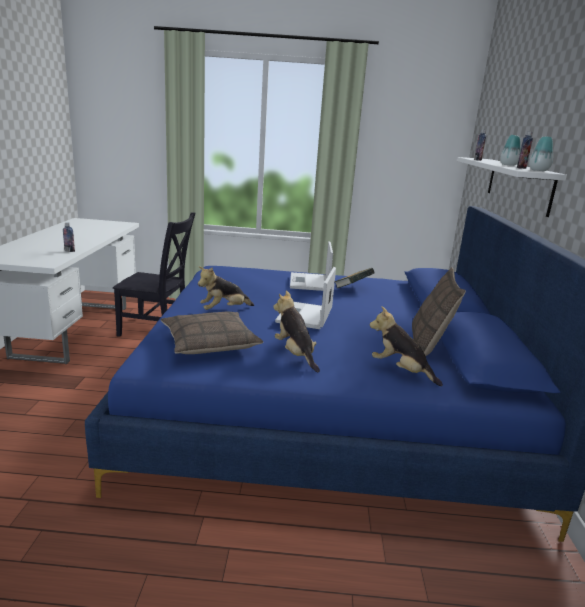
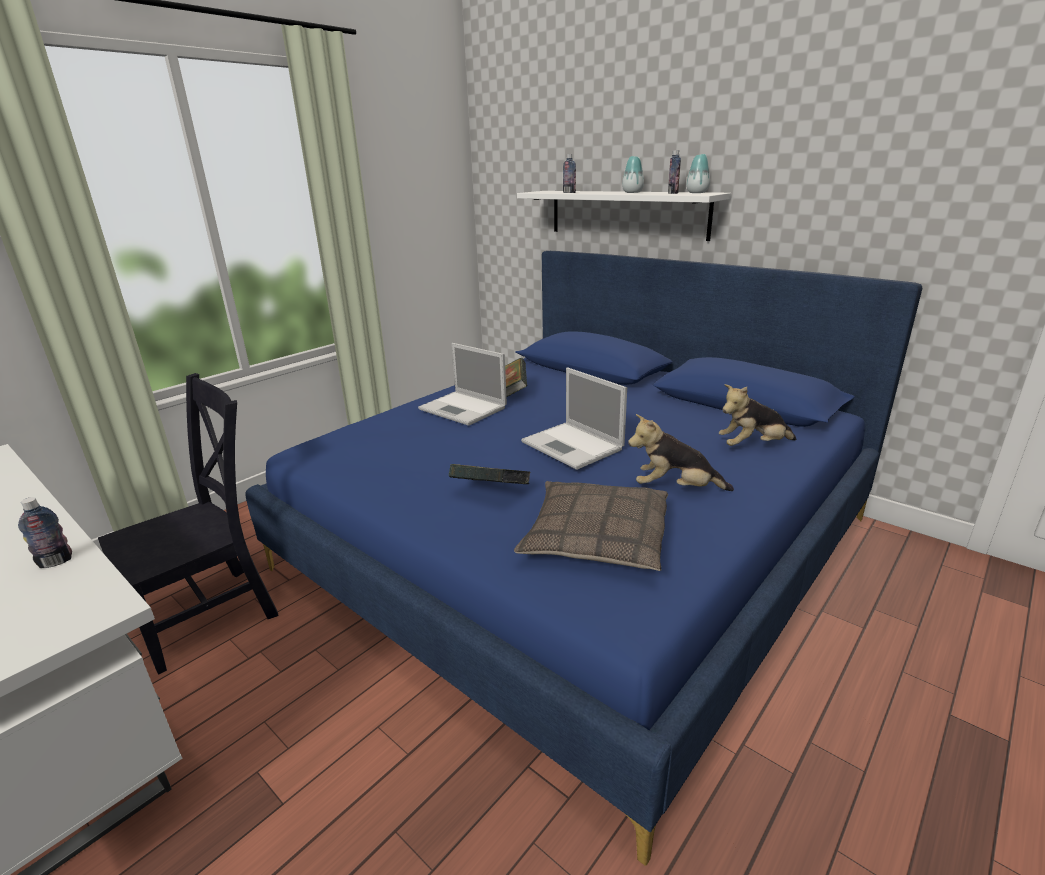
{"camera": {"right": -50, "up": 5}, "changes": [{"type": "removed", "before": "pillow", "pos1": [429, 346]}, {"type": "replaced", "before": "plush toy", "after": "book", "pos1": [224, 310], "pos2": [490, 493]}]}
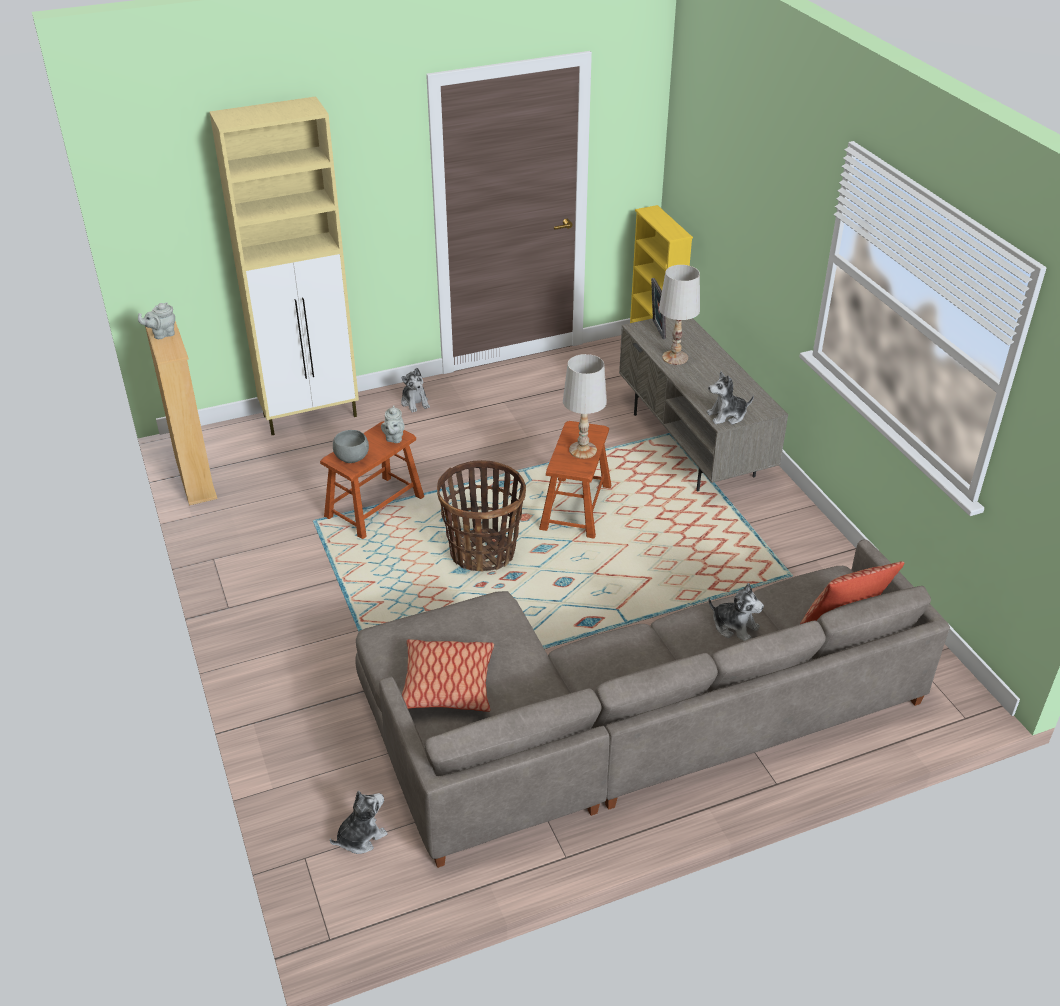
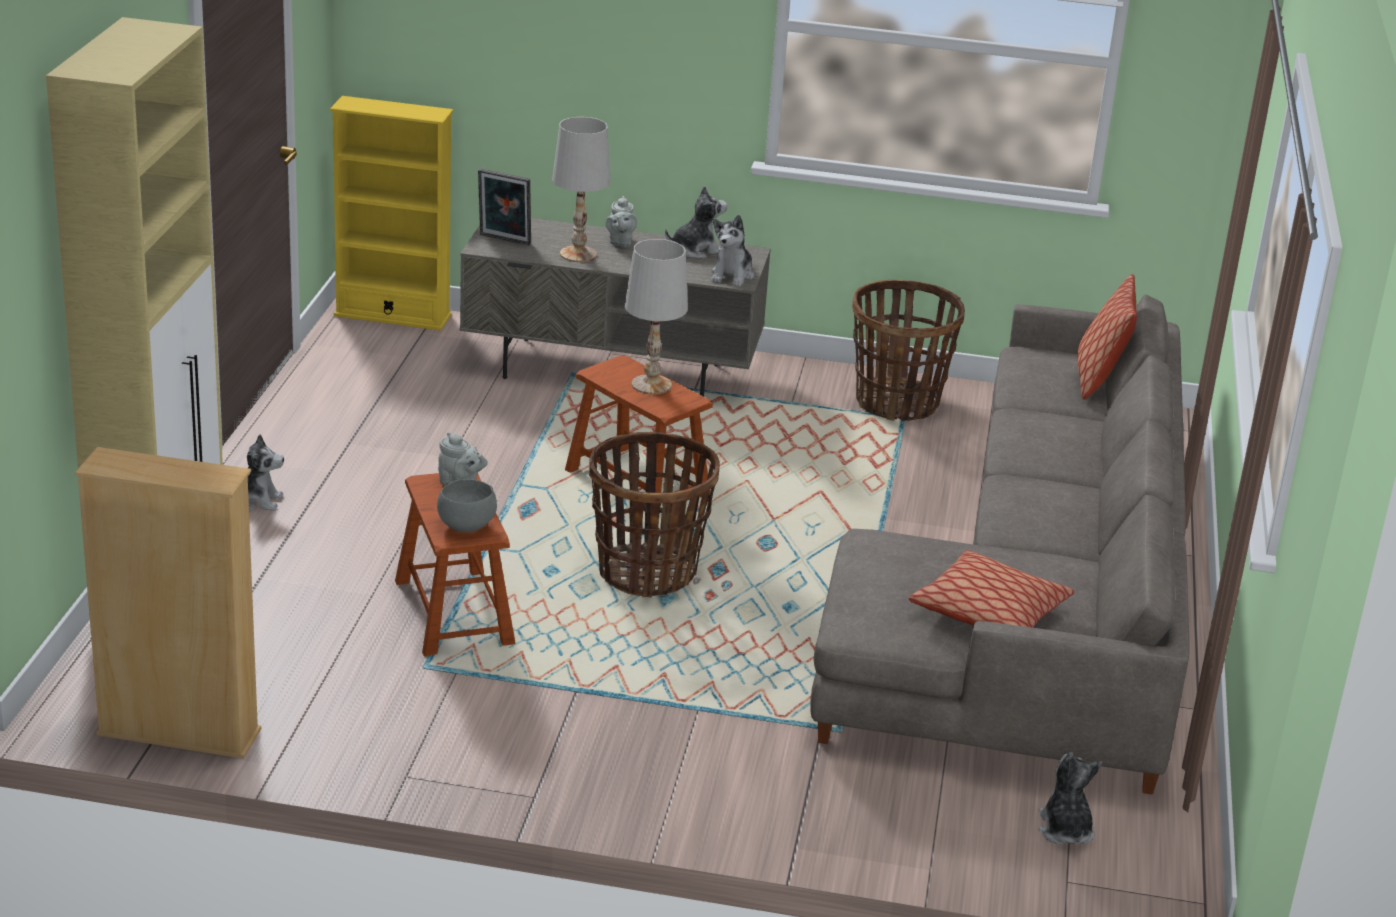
{"camera": {"right": -60, "up": -10}, "changes": [{"type": "added", "after": "basket", "pos2": [897, 403]}, {"type": "moved", "before": "teapot in grey", "pos1": [162, 334], "pos2": [620, 242]}, {"type": "moved", "before": "plush toy", "pos1": [734, 627], "pos2": [695, 250]}]}
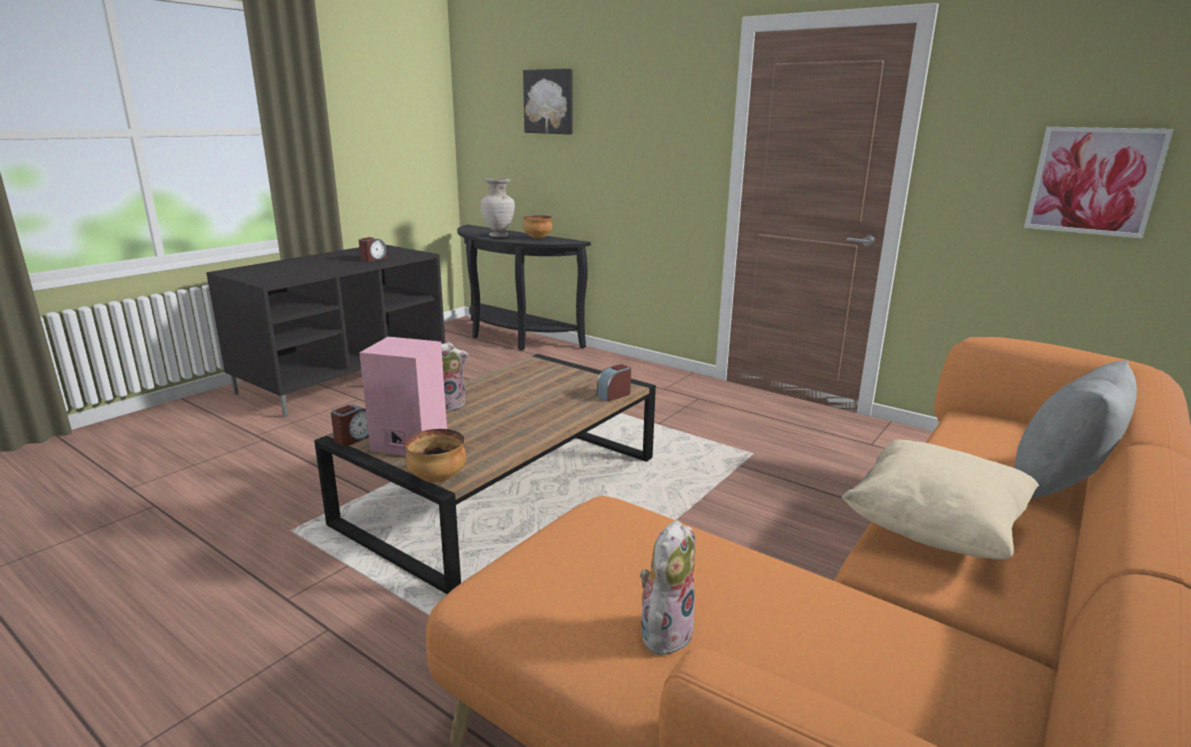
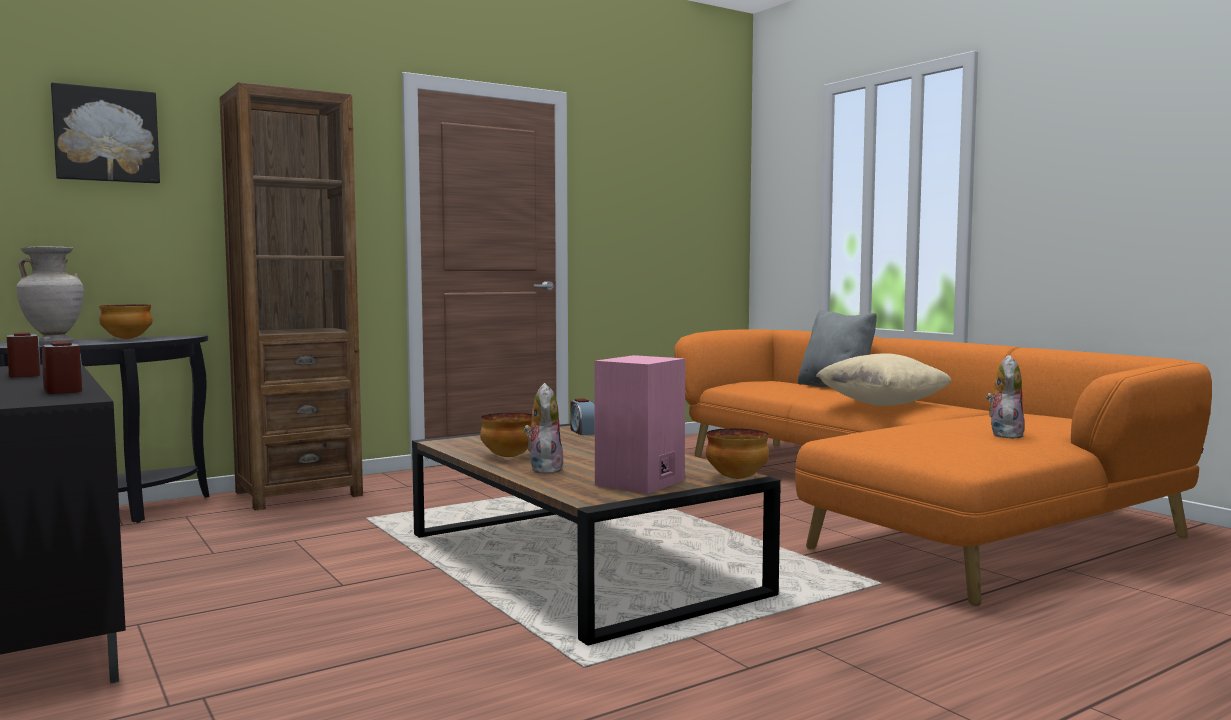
{"camera": {"right": -70, "up": -15}, "changes": [{"type": "removed", "before": "picture", "pos1": [1094, 181]}, {"type": "added", "after": "bookcase in brown", "pos2": [298, 493]}, {"type": "added", "after": "bowl", "pos2": [508, 457]}, {"type": "moved", "before": "alarm clock", "pos1": [354, 437], "pos2": [63, 390]}, {"type": "turned", "before": "plush toy", "pos1": [664, 630], "pos2": [1004, 435], "turn": 60}]}
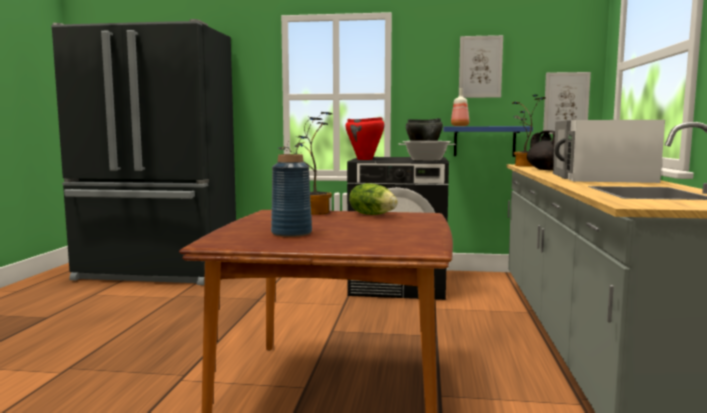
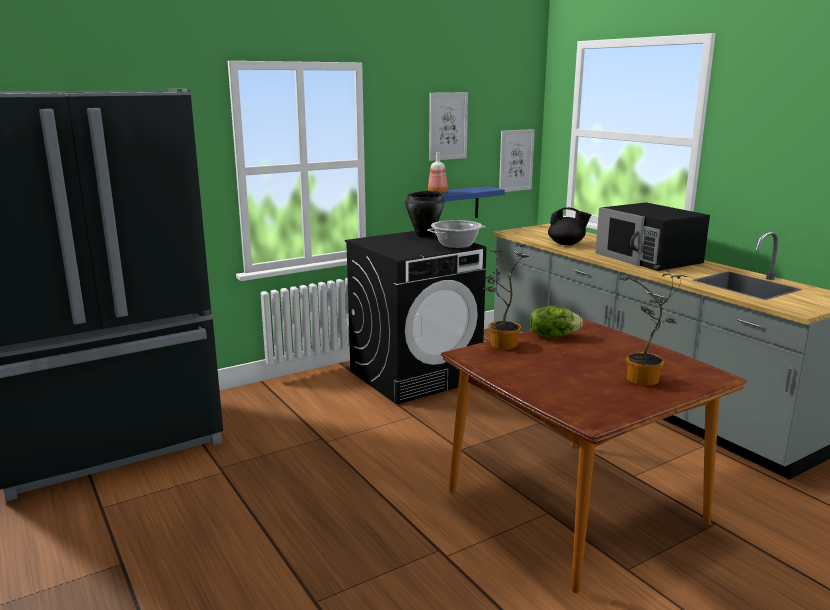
{"camera": {"right": -40, "up": 10}, "changes": [{"type": "removed", "before": "vase in blue", "pos1": [292, 233]}, {"type": "removed", "before": "cooking pot in red", "pos1": [365, 159]}, {"type": "moved", "before": "potted plant", "pos1": [523, 166], "pos2": [644, 381]}, {"type": "recoloured", "before": "microwave in white", "after": "microwave in black", "pos1": [601, 177], "pos2": [648, 258]}]}
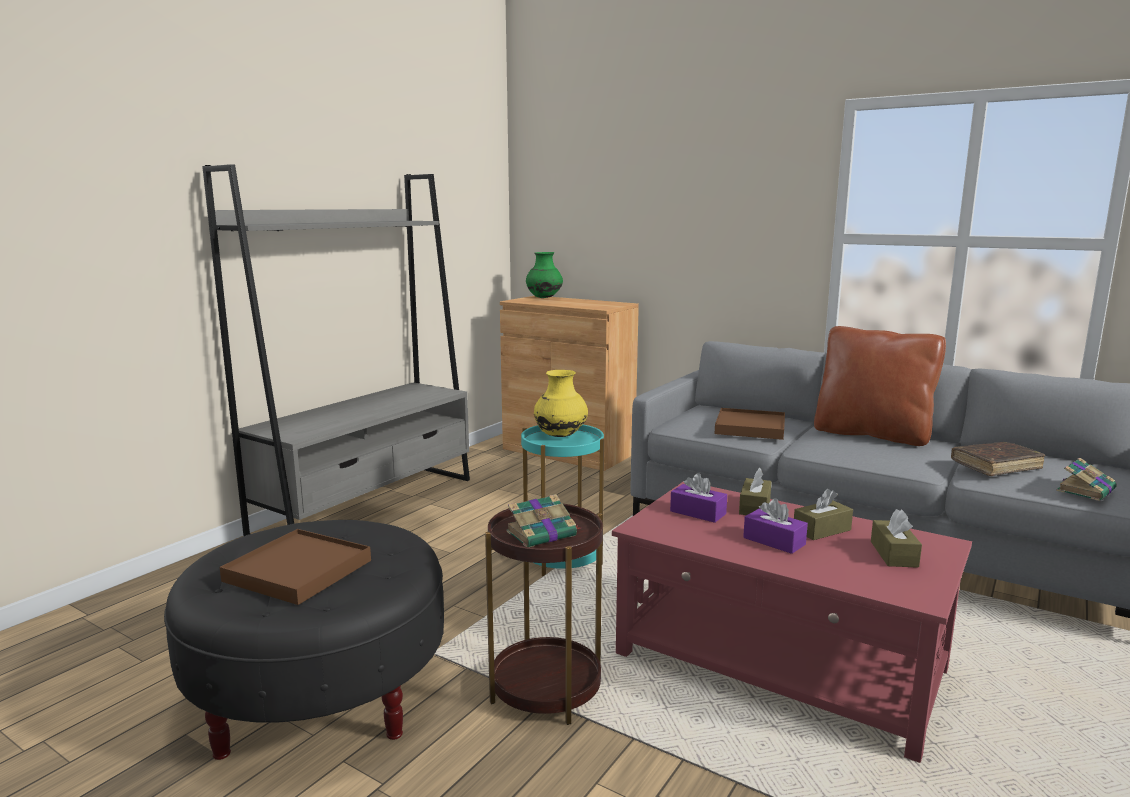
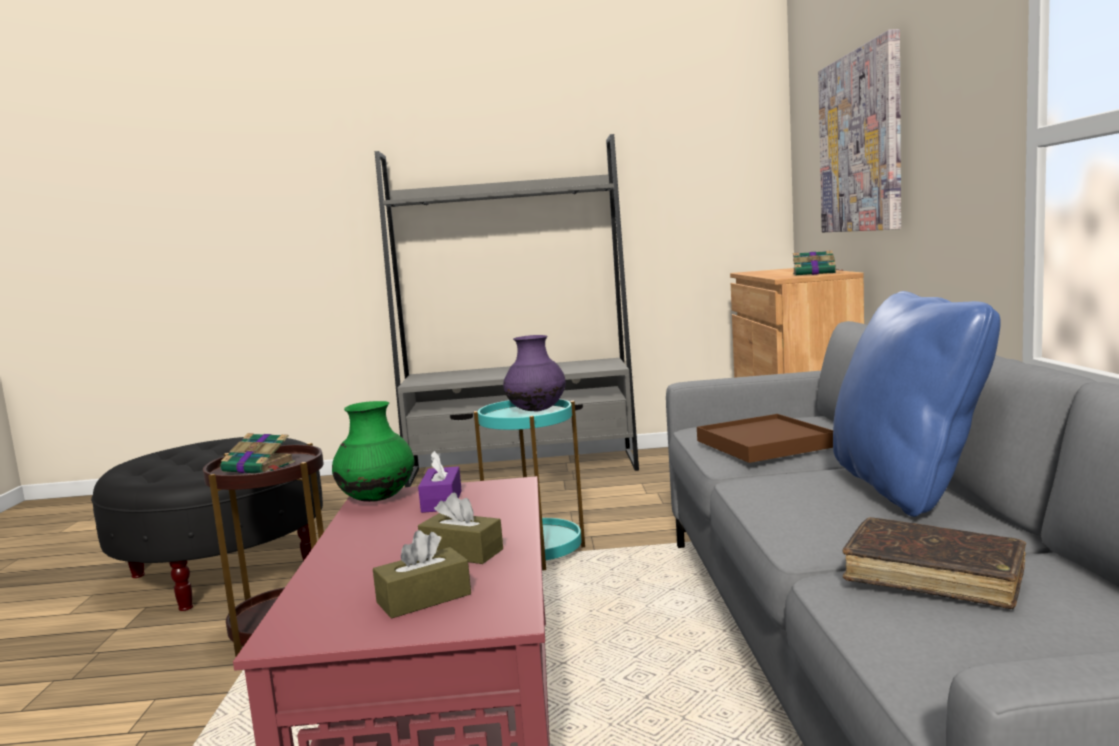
{"camera": {"right": 55, "up": -5}, "changes": [{"type": "removed", "before": "tray in brown", "pos1": [298, 571]}, {"type": "removed", "before": "tissue box in brown", "pos1": [754, 507]}, {"type": "removed", "before": "tissue box in purple", "pos1": [774, 541]}, {"type": "added", "after": "picture", "pos2": [861, 142]}, {"type": "moved", "before": "vase in green", "pos1": [544, 298], "pos2": [377, 499]}, {"type": "moved", "before": "book", "pos1": [1086, 490], "pos2": [815, 273]}, {"type": "recoloured", "before": "vase in yellow", "after": "vase in purple", "pos1": [560, 436], "pos2": [536, 411]}, {"type": "recoloured", "before": "pillow in brown", "after": "pillow in blue", "pos1": [872, 434], "pos2": [906, 487]}]}
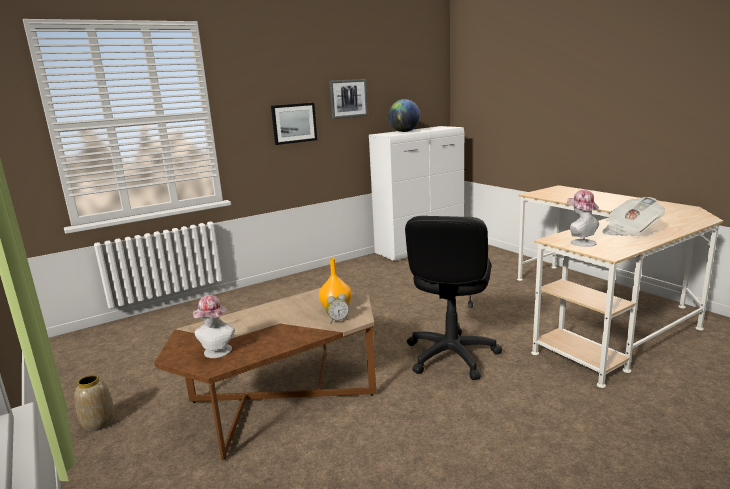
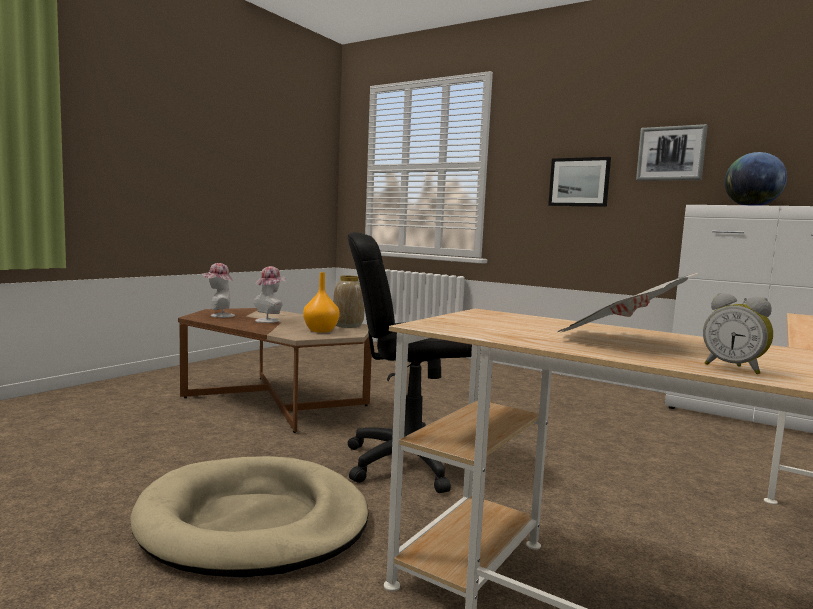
{"camera": {"right": 65, "up": -10}, "changes": [{"type": "added", "after": "dog bed in beige", "pos2": [253, 522]}, {"type": "moved", "before": "vase", "pos1": [98, 423], "pos2": [347, 325]}, {"type": "moved", "before": "alarm clock", "pos1": [338, 320], "pos2": [734, 368]}, {"type": "moved", "before": "hat", "pos1": [580, 242], "pos2": [270, 320]}]}
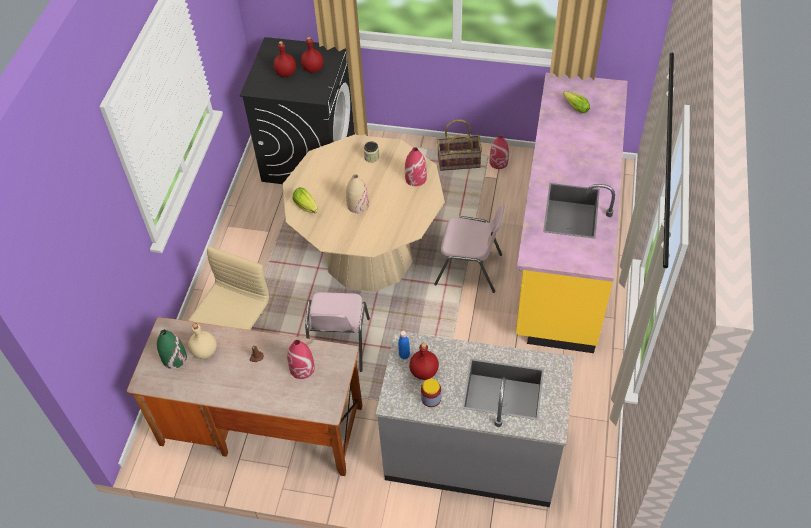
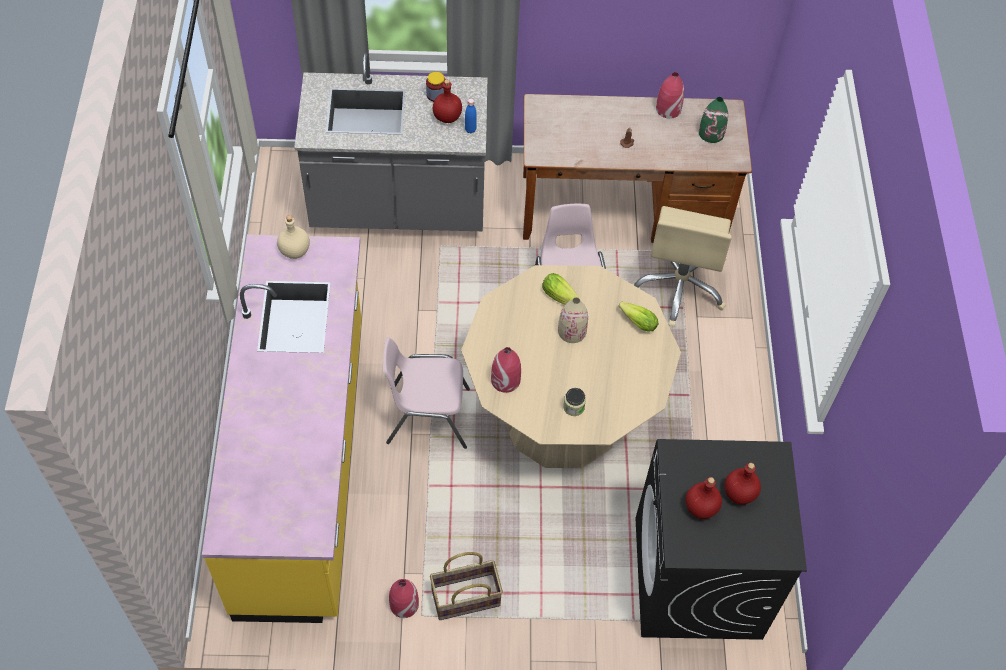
{"camera": {"right": 165, "up": 5}, "changes": [{"type": "moved", "before": "bottle in beige", "pos1": [204, 352], "pos2": [295, 250]}, {"type": "moved", "before": "vase in red", "pos1": [302, 368], "pos2": [668, 109]}, {"type": "moved", "before": "lettuce", "pos1": [574, 107], "pos2": [561, 297]}]}
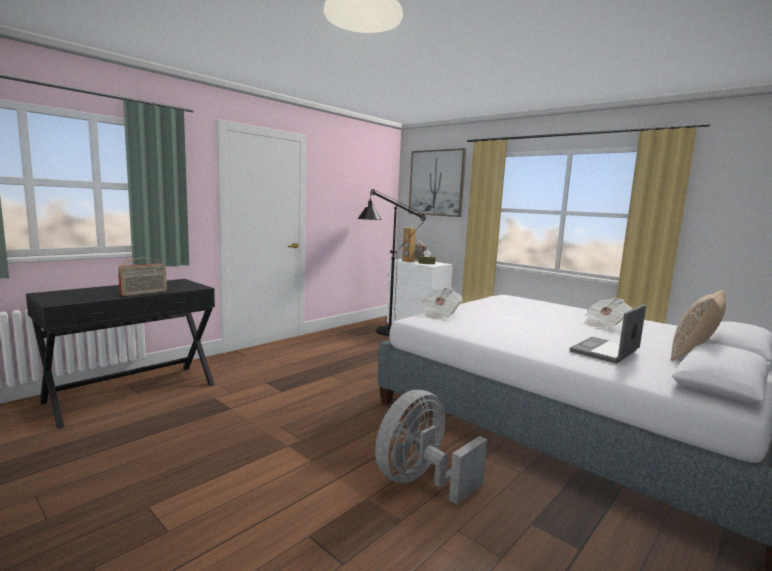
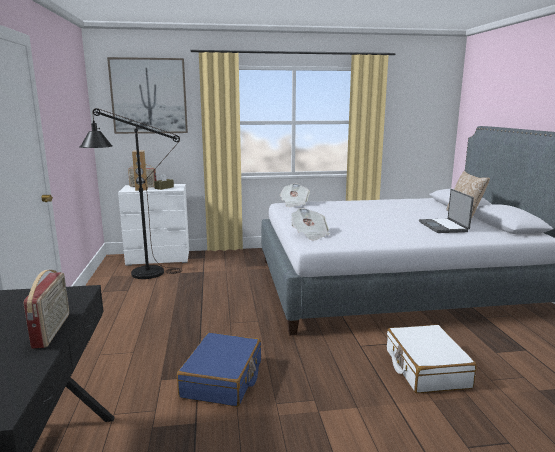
{"camera": {"right": -50, "up": 5}, "changes": [{"type": "added", "after": "suitcase in blue", "pos2": [223, 379]}, {"type": "moved", "before": "newspaper", "pos1": [603, 325], "pos2": [294, 203]}, {"type": "replaced", "before": "fan in grey", "after": "suitcase in white", "pos1": [421, 481], "pos2": [426, 368]}]}
